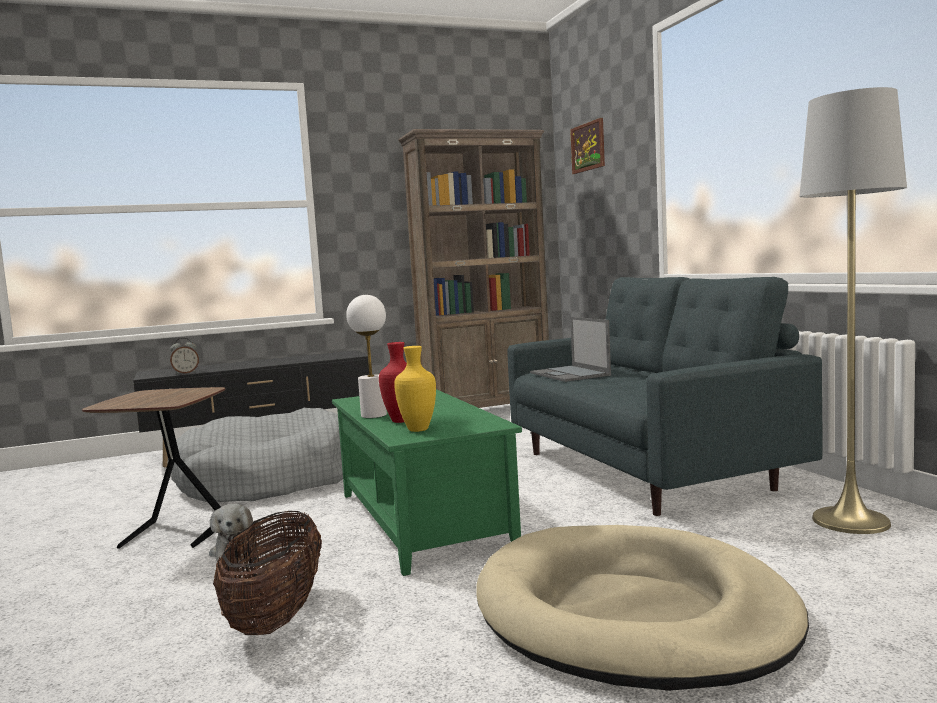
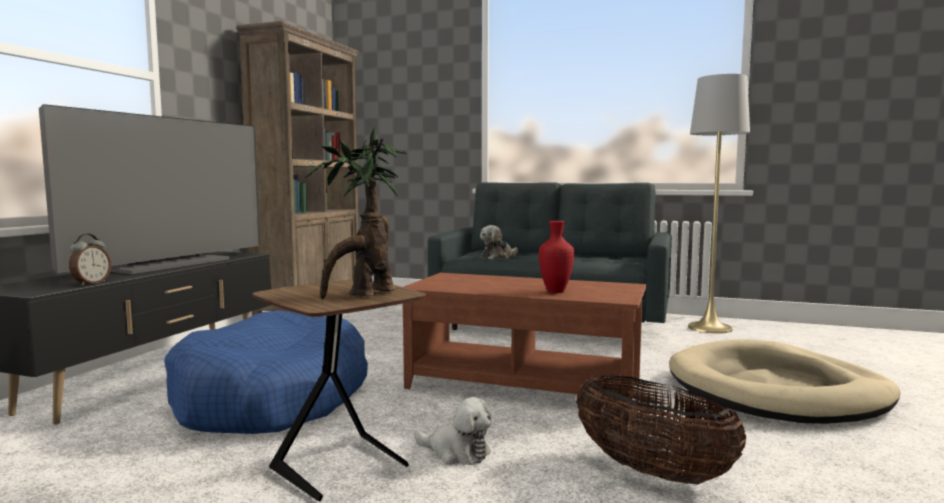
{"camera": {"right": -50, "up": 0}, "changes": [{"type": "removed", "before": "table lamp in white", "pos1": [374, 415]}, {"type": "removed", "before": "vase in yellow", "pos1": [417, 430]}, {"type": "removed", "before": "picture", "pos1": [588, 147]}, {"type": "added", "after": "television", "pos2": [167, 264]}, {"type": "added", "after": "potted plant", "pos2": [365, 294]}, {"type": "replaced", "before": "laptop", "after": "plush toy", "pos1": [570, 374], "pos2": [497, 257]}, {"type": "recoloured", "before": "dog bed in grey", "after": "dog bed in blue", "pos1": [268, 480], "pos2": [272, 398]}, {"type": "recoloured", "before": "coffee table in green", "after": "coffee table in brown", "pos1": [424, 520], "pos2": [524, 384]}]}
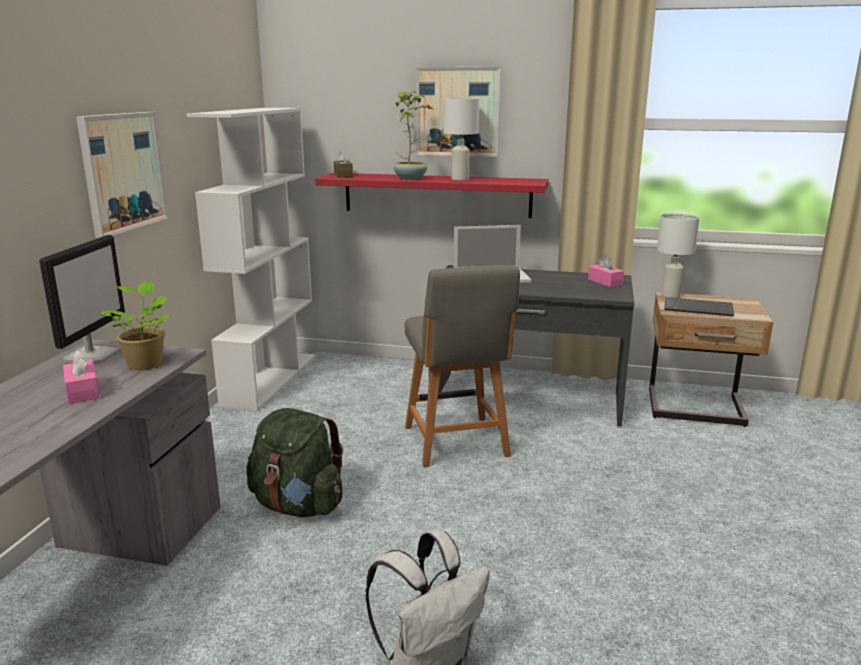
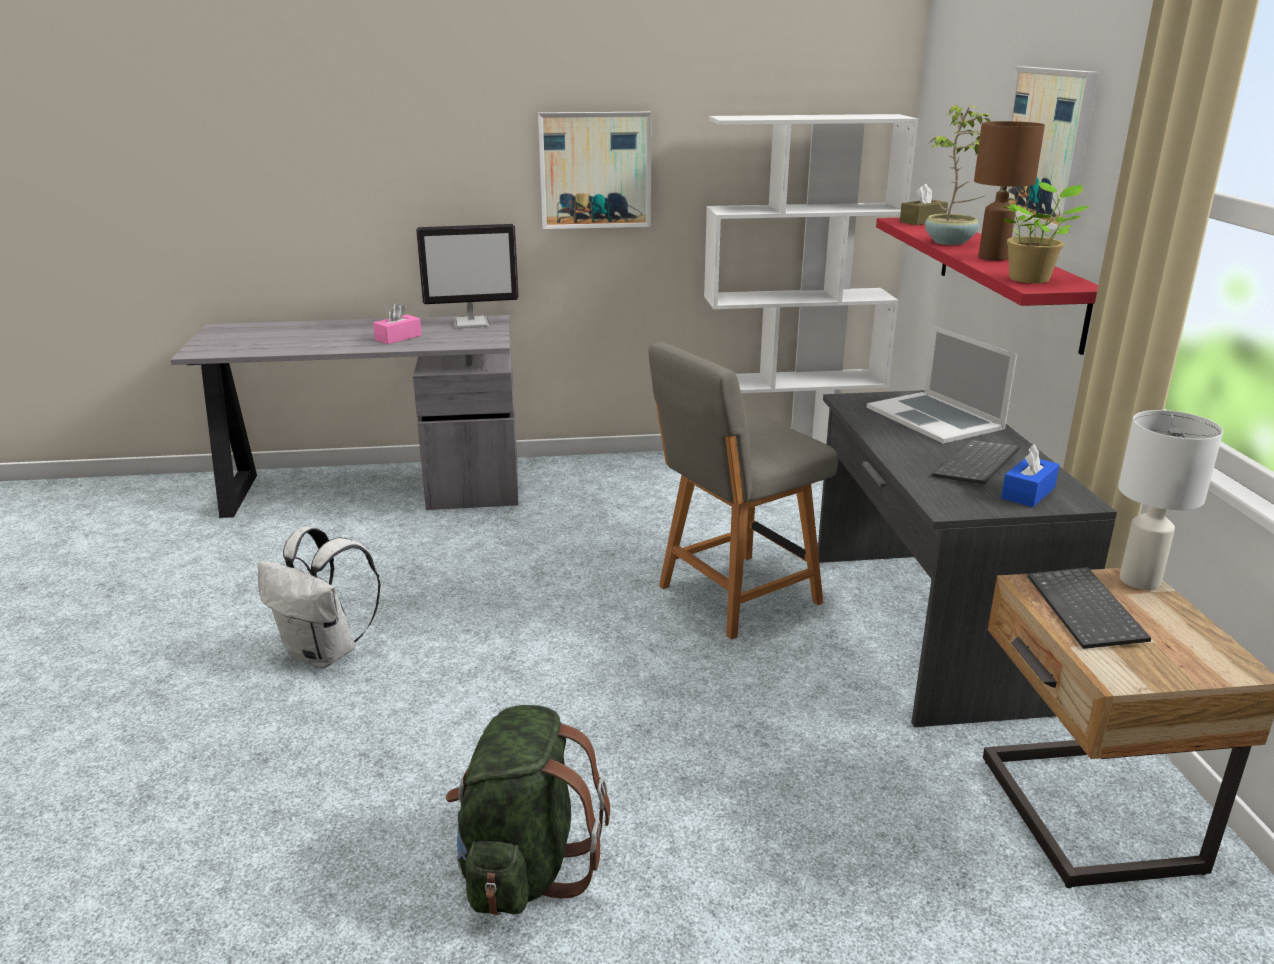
{"camera": {"right": 70, "up": 5}, "changes": [{"type": "added", "after": "keyboard", "pos2": [978, 465]}, {"type": "moved", "before": "potted plant", "pos1": [145, 363], "pos2": [1031, 279]}, {"type": "moved", "before": "backpack in green", "pos1": [298, 506], "pos2": [524, 867]}, {"type": "recoloured", "before": "table lamp in white", "after": "table lamp in brown", "pos1": [460, 179], "pos2": [993, 258]}, {"type": "recoloured", "before": "tissue box in pink", "after": "tissue box in blue", "pos1": [605, 282], "pos2": [1028, 493]}]}
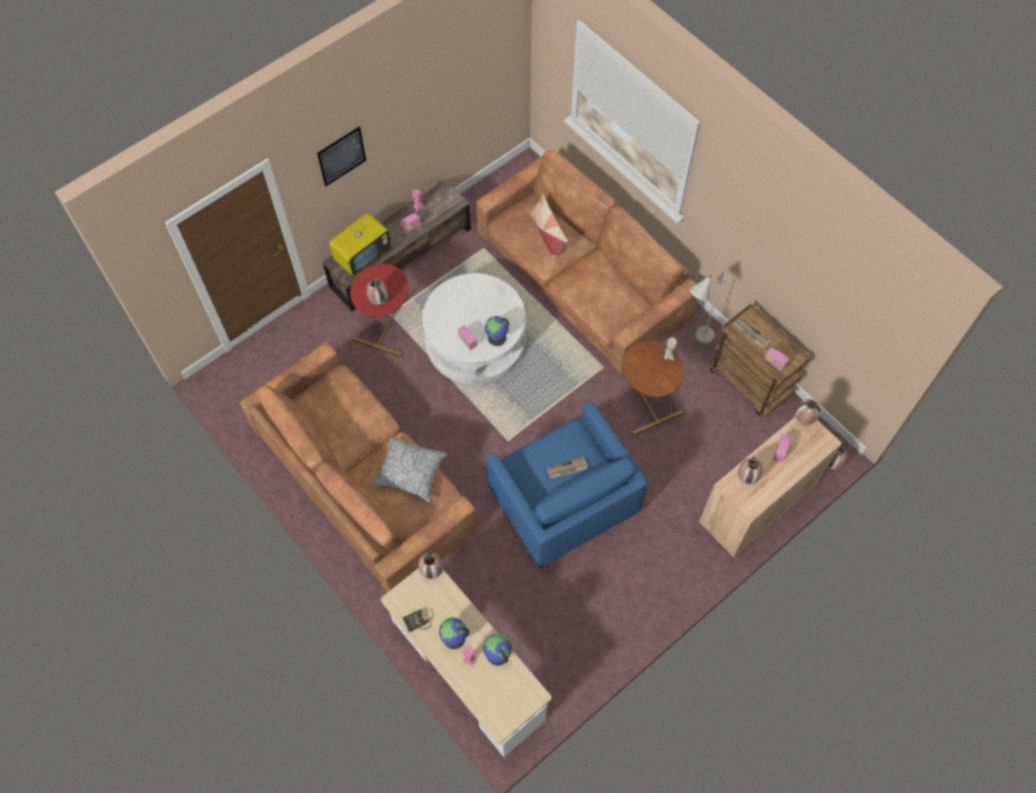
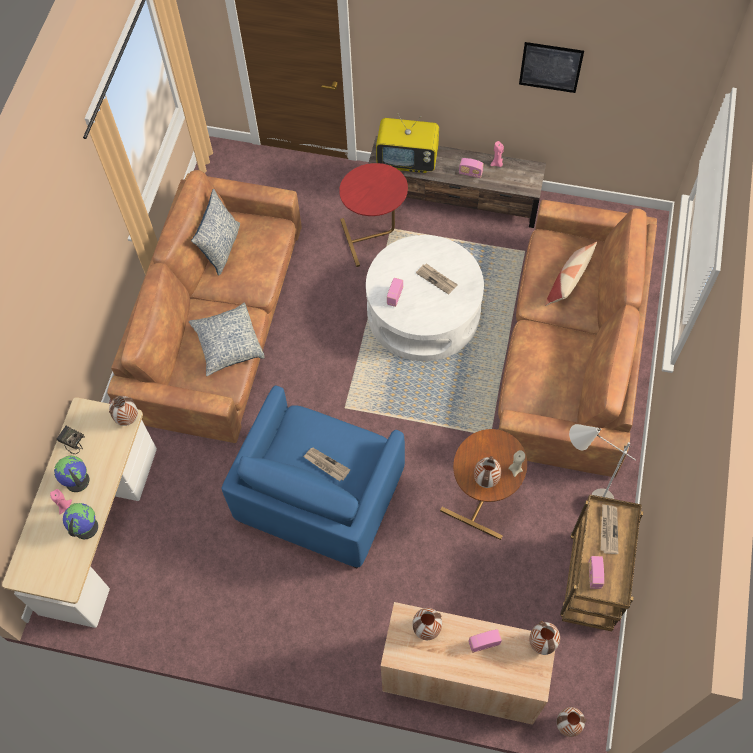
{"camera": {"right": 55, "up": 0}, "changes": [{"type": "removed", "before": "globe", "pos1": [497, 338]}, {"type": "added", "after": "pillow", "pos2": [221, 247]}, {"type": "added", "after": "newspaper", "pos2": [437, 279]}, {"type": "moved", "before": "picture", "pos1": [341, 156], "pos2": [550, 67]}, {"type": "moved", "before": "vase", "pos1": [378, 300], "pos2": [485, 479]}]}
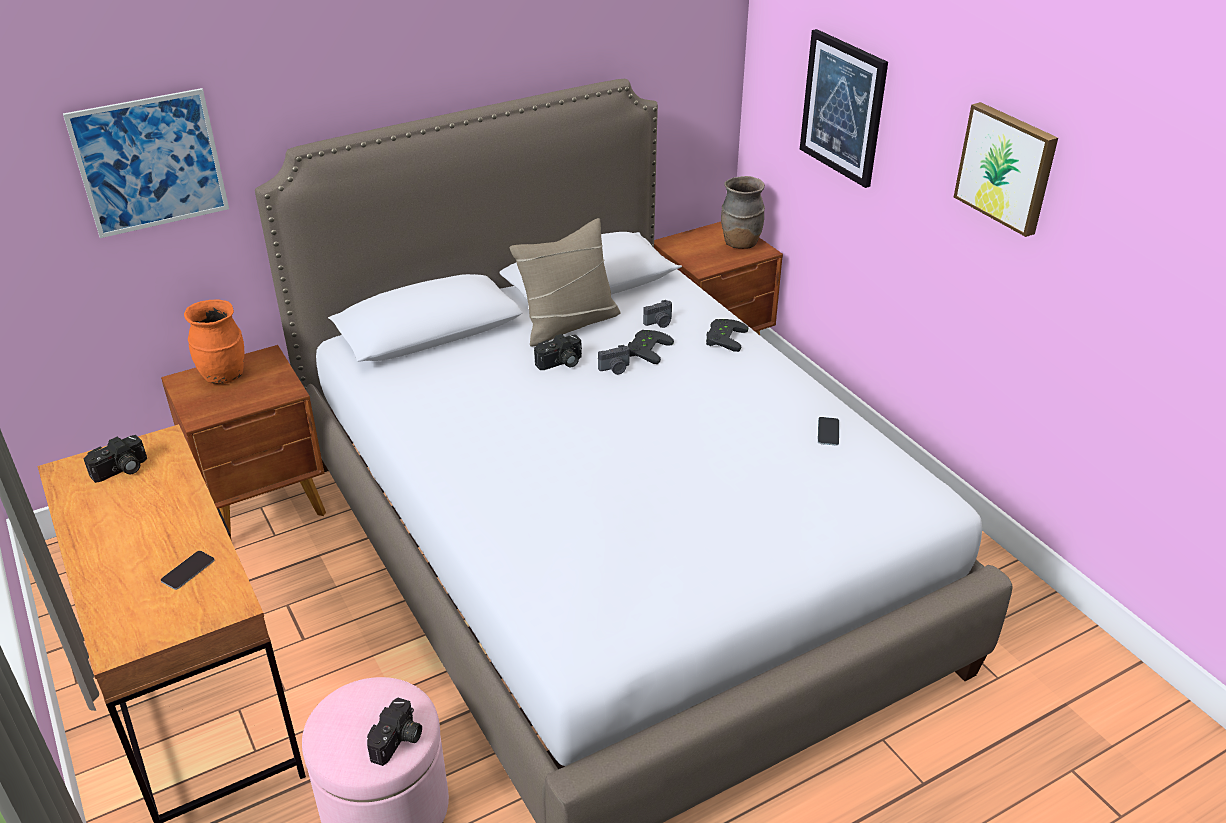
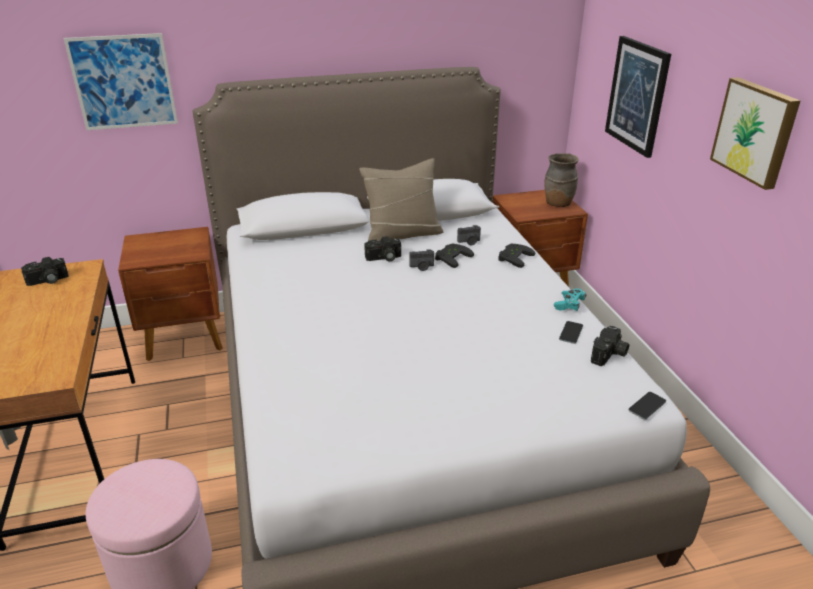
{"camera": {"right": 15, "up": -5}, "changes": [{"type": "removed", "before": "vase in orange", "pos1": [225, 376]}, {"type": "added", "after": "game controller in turquoise", "pos2": [569, 305]}, {"type": "moved", "before": "phone", "pos1": [188, 570], "pos2": [647, 406]}, {"type": "moved", "before": "photo camera", "pos1": [398, 742], "pos2": [609, 355]}]}
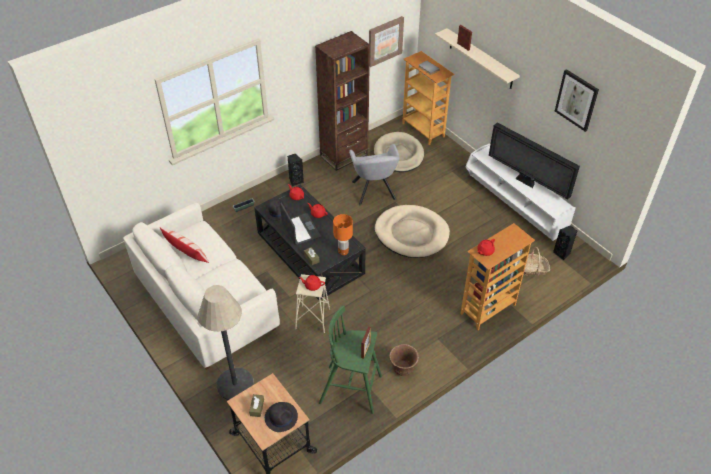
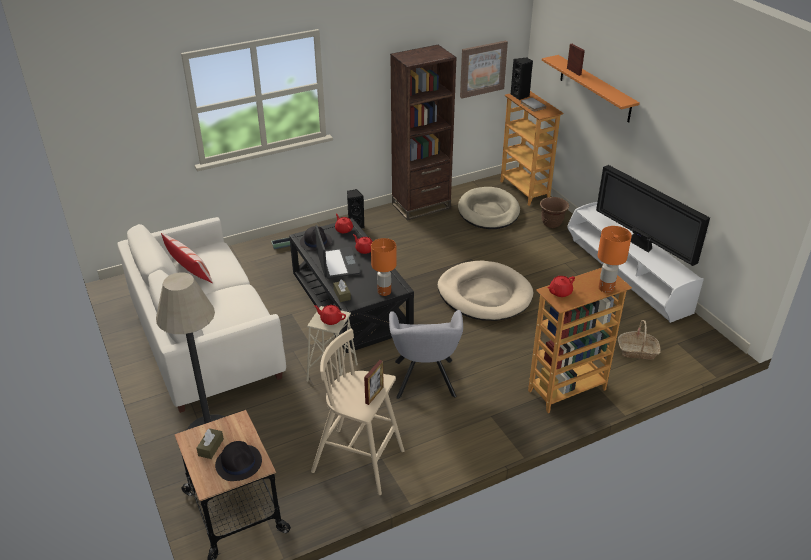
{"camera": {"right": 10, "up": -10}, "changes": [{"type": "removed", "before": "picture", "pos1": [576, 100]}, {"type": "added", "after": "table lamp in orange", "pos2": [605, 288]}, {"type": "moved", "before": "armchair in grey", "pos1": [374, 192], "pos2": [424, 381]}, {"type": "moved", "before": "planter in brown", "pos1": [403, 369], "pos2": [552, 223]}, {"type": "moved", "before": "speaker in black", "pos1": [562, 253], "pos2": [520, 96]}, {"type": "recoloured", "before": "stool in green", "after": "stool in beige", "pos1": [352, 389], "pos2": [360, 461]}, {"type": "recoloured", "before": "shelf in beige", "after": "shelf in orange", "pos1": [481, 59], "pos2": [595, 88]}]}
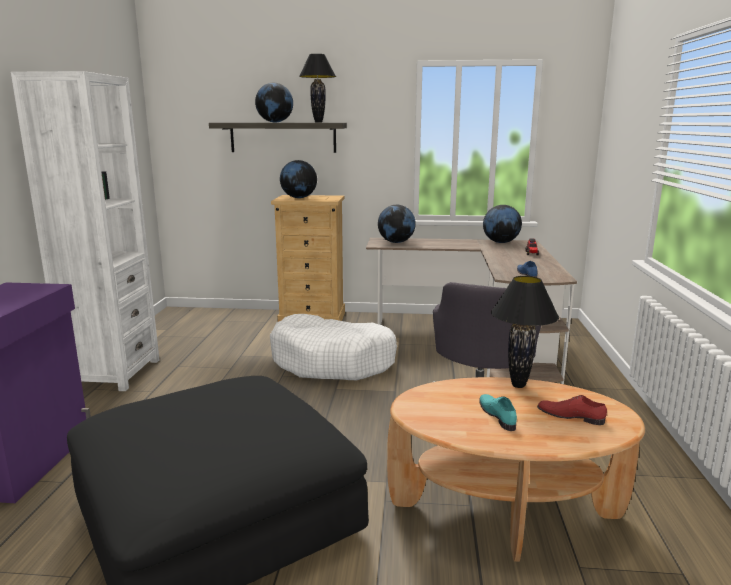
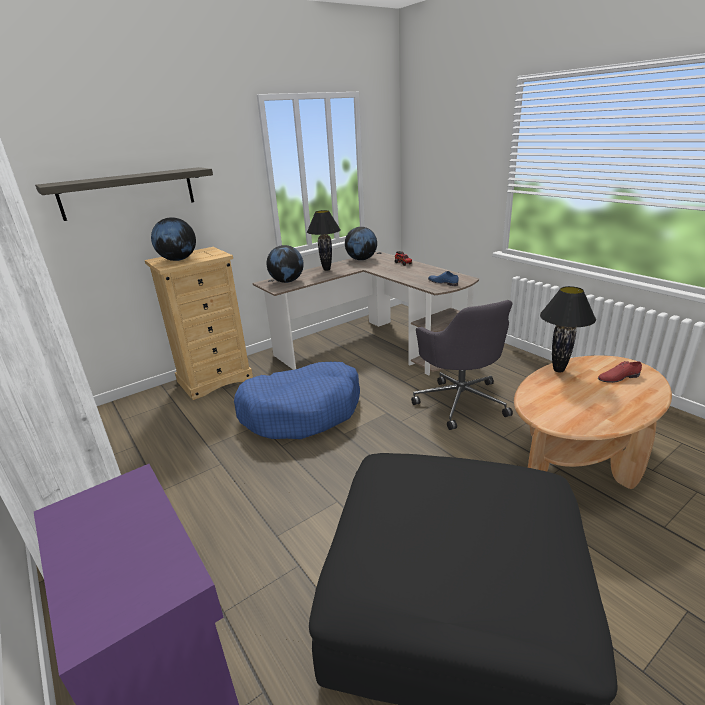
{"camera": {"right": -40, "up": 10}, "changes": [{"type": "removed", "before": "globe", "pos1": [275, 122]}, {"type": "removed", "before": "shoe in turquoise", "pos1": [498, 415]}, {"type": "moved", "before": "table lamp in black", "pos1": [318, 122], "pos2": [326, 269]}, {"type": "recoloured", "before": "dog bed in white", "after": "dog bed in blue", "pos1": [333, 362], "pos2": [302, 411]}]}
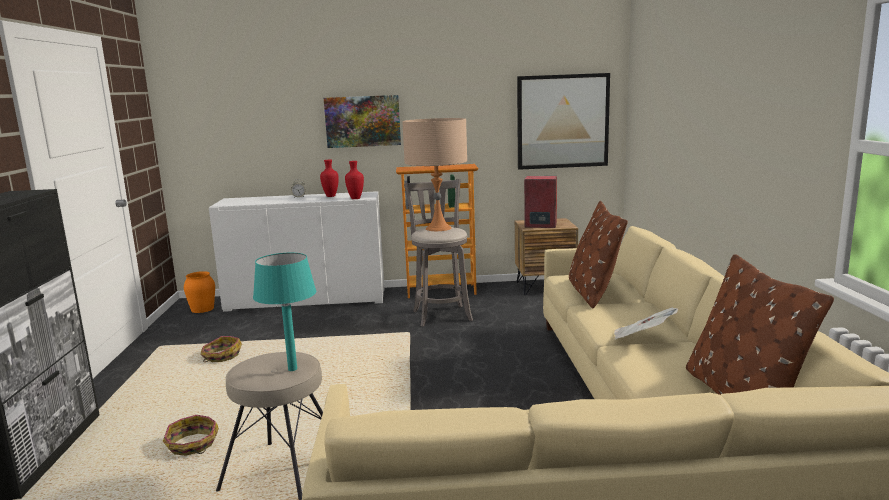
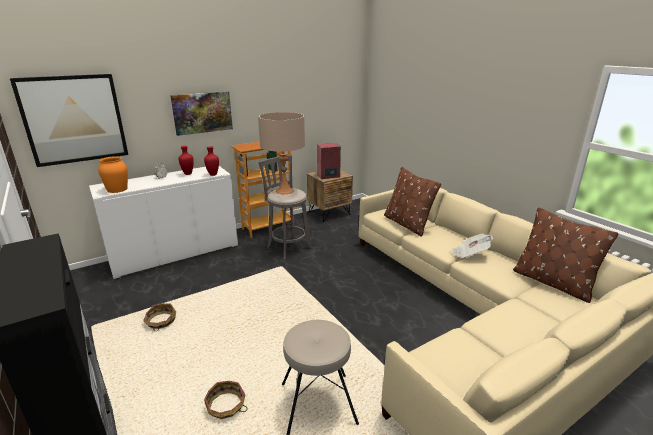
{"camera": {"right": -30, "up": 10}, "changes": [{"type": "removed", "before": "table lamp in turquoise", "pos1": [293, 369]}, {"type": "moved", "before": "vase in orange", "pos1": [202, 309], "pos2": [117, 189]}, {"type": "moved", "before": "picture", "pos1": [562, 121], "pos2": [74, 119]}]}
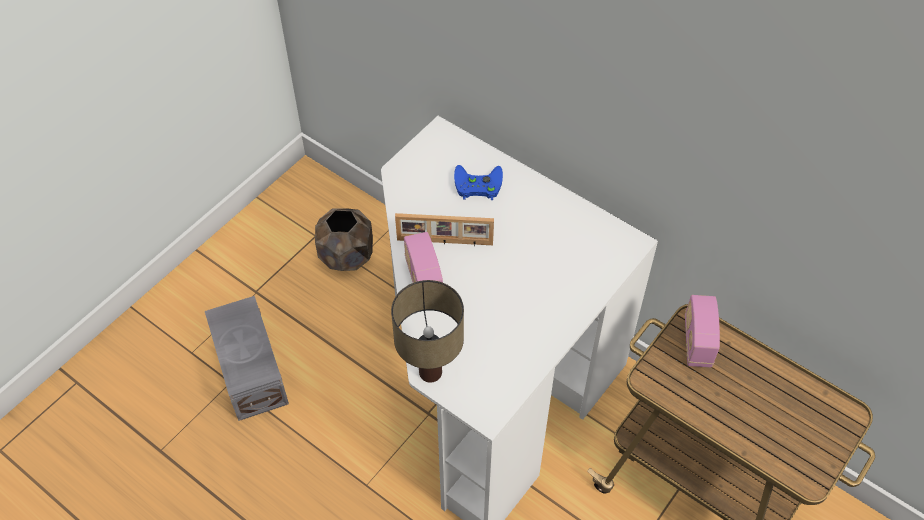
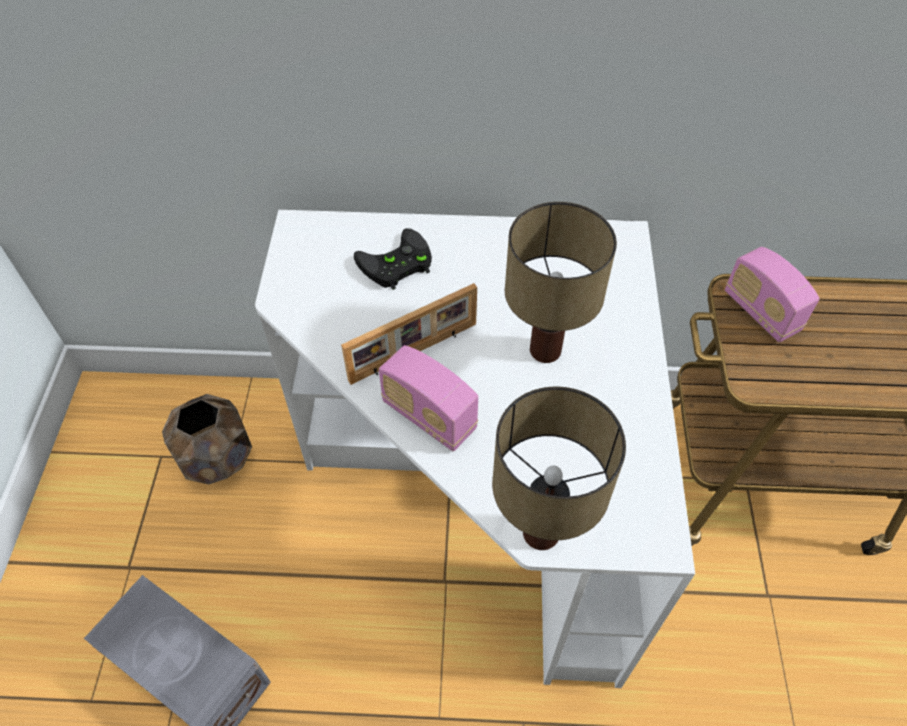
{"camera": {"right": -35, "up": 0}, "changes": [{"type": "added", "after": "table lamp", "pos2": [547, 350]}, {"type": "recoloured", "before": "game controller in blue", "after": "game controller in black", "pos1": [476, 185], "pos2": [395, 265]}]}
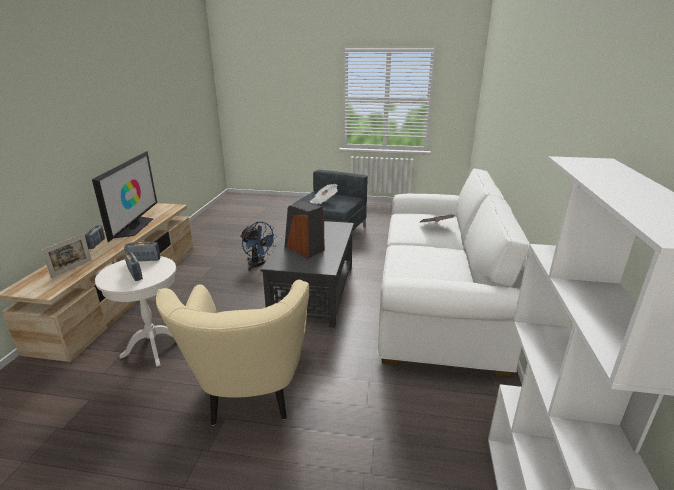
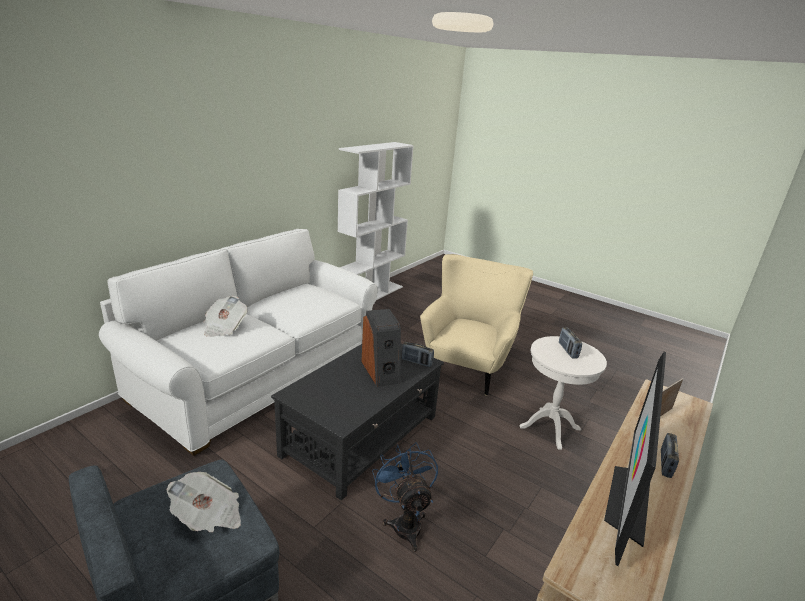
{"camera": {"right": -155, "up": 0}, "changes": [{"type": "moved", "before": "radio", "pos1": [144, 260], "pos2": [416, 362]}]}
